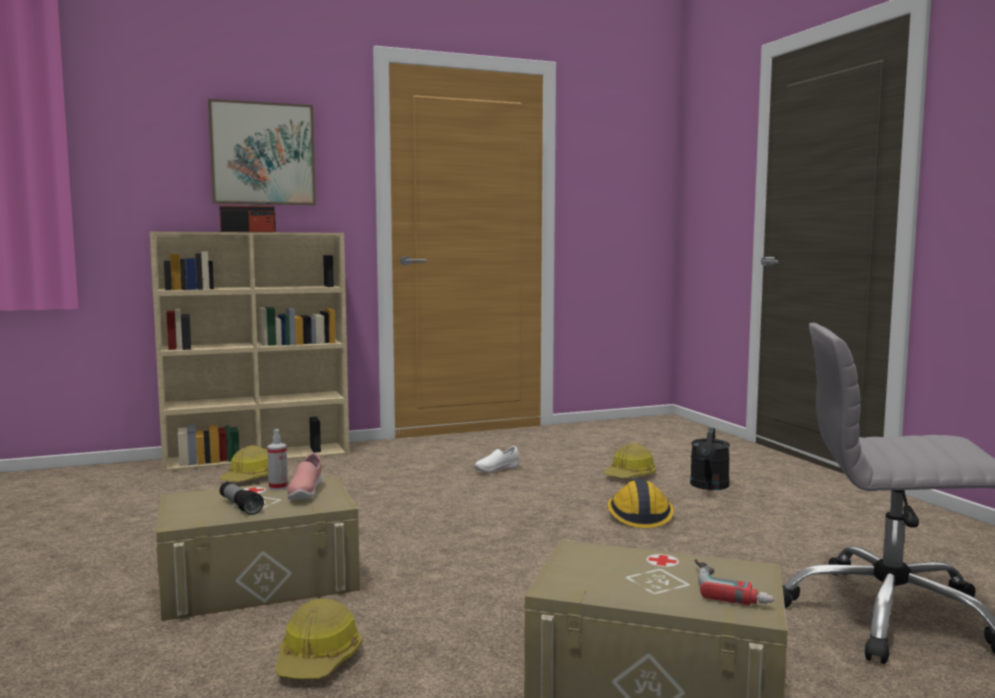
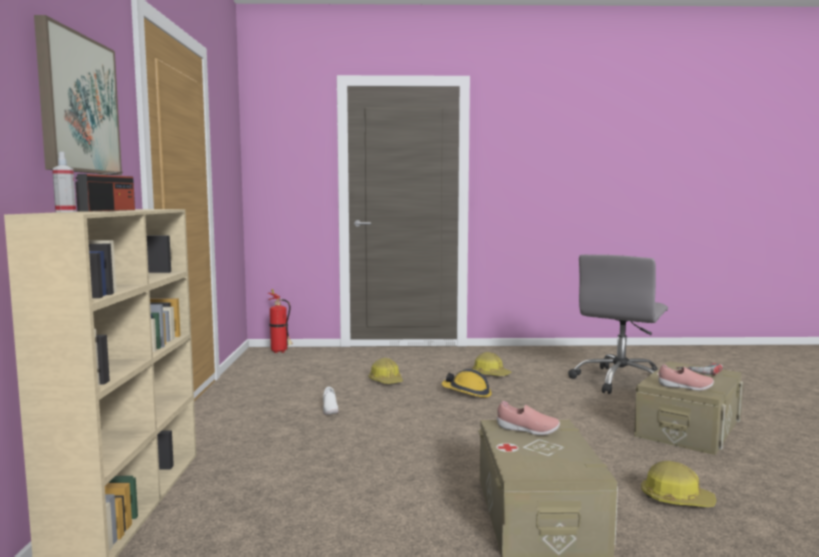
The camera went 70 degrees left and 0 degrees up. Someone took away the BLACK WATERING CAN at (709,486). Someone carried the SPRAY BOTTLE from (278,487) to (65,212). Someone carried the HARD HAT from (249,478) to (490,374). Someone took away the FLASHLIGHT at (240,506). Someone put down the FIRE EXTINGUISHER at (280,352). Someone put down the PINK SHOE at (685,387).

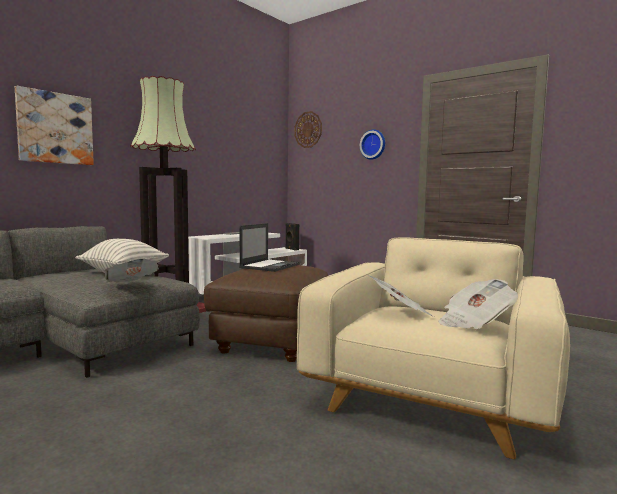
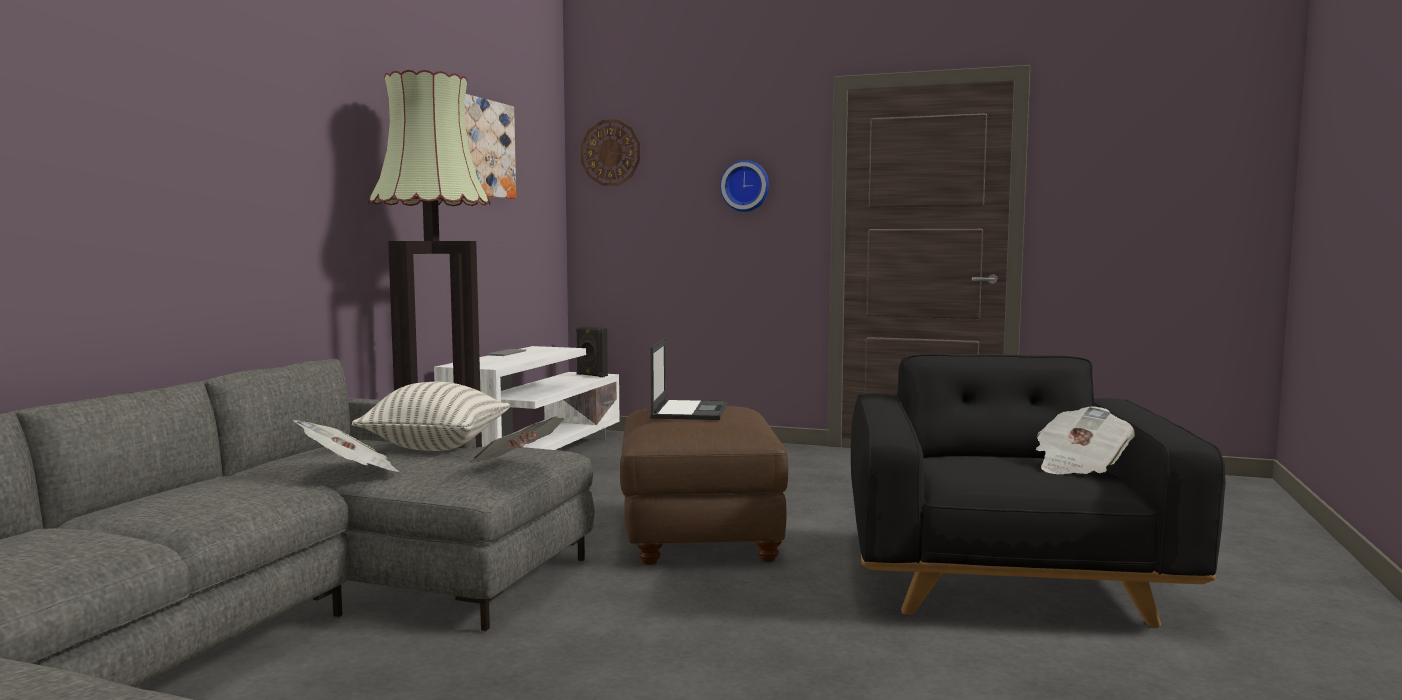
The camera went 20 degrees left and 0 degrees up. Someone carried the PICTURE from (55,128) to (484,148). Someone repainted the BEIGE ARMCHAIR at (431,396), which became the BLACK ARMCHAIR at (1005,577). Someone carried the NEWSPAPER from (400,313) to (350,472).

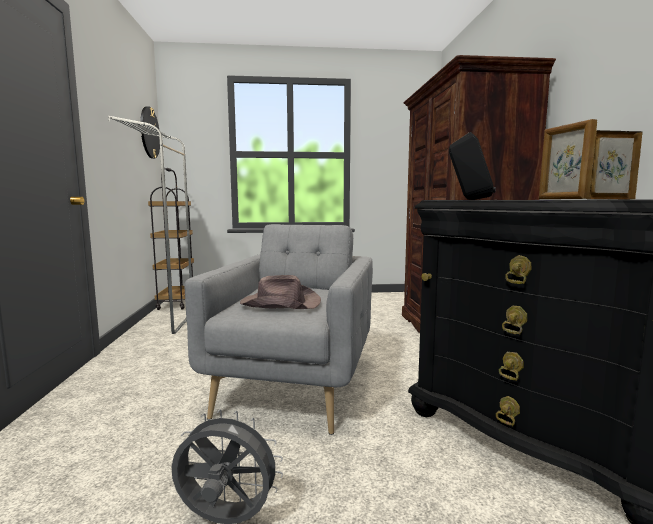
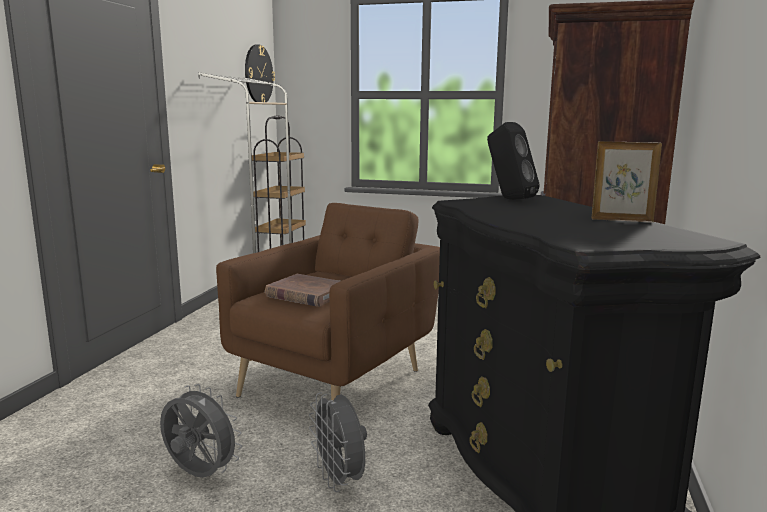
The camera went 20 degrees right and 5 degrees up. Someone took away the PICTURE FRAME at (561,199). Someone repainted the GREY ARMCHAIR at (295,384), which became the BROWN ARMCHAIR at (338,379). Someone swapped the BROWN HAT at (280,303) for the BROWN BOOK at (306,294). Someone put down the GREY FAN at (340,481).

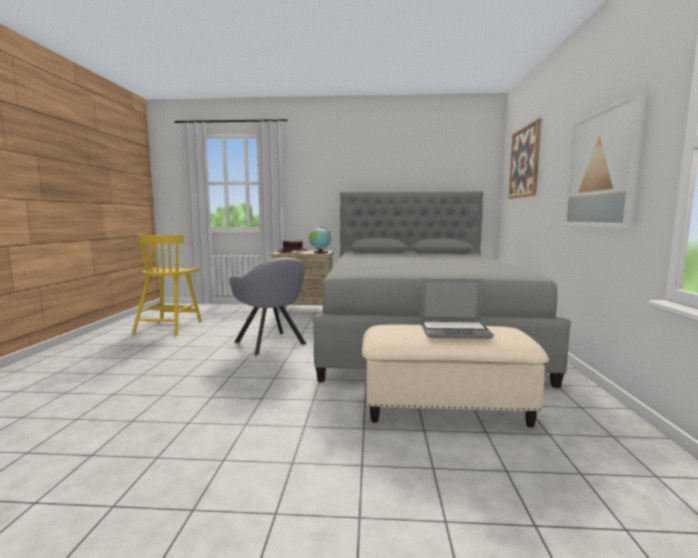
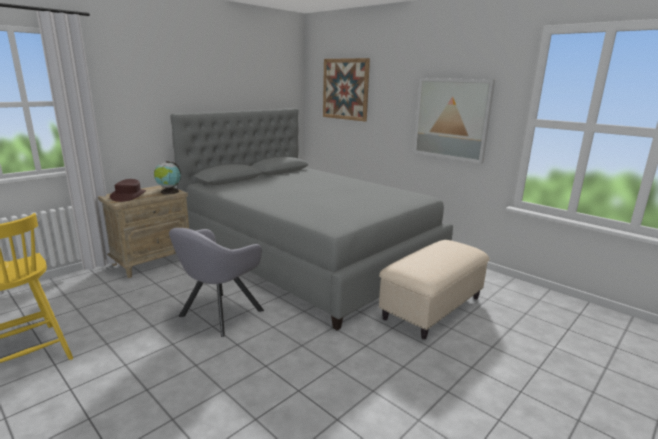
The camera went 50 degrees left and 10 degrees up. Someone rotated the GREY ARMCHAIR at (271,344) by 120 degrees clockwise. Someone took away the LAPTOP at (455,331).

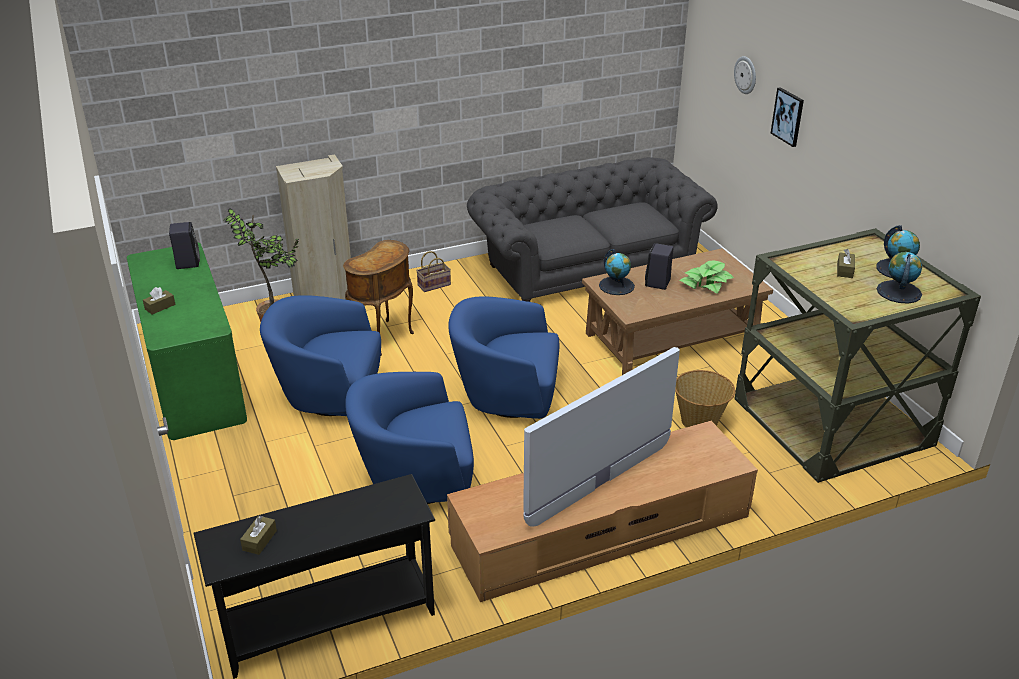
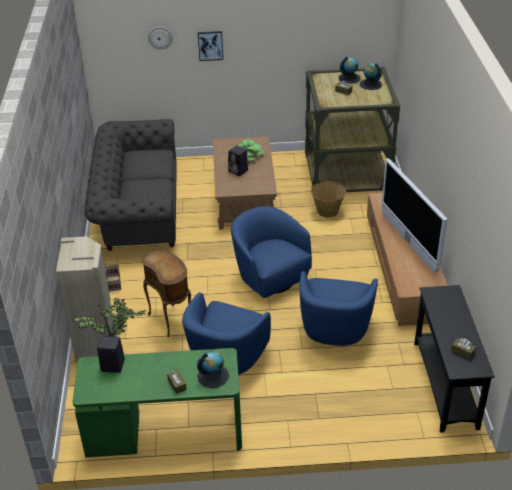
The camera went 70 degrees left and 5 degrees up. Someone carried the GLOBE from (616,286) to (213,376). Someone rotated the BLUE ARMCHAIR at (506,396) by 120 degrees clockwise.

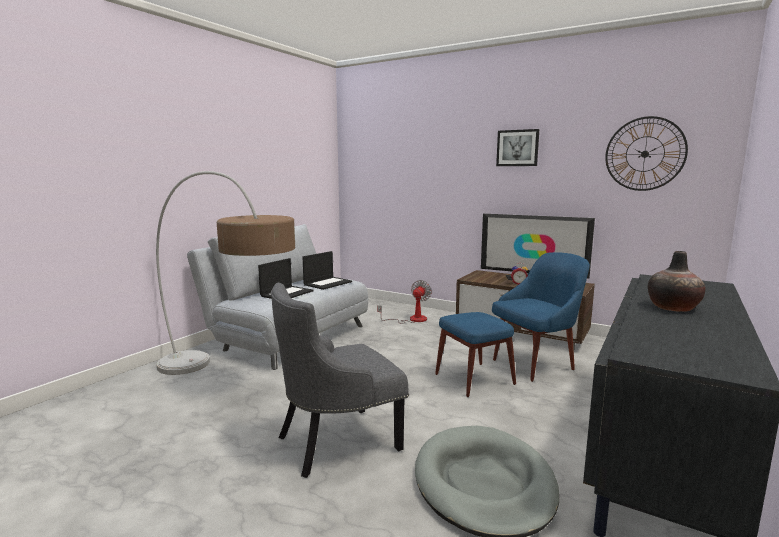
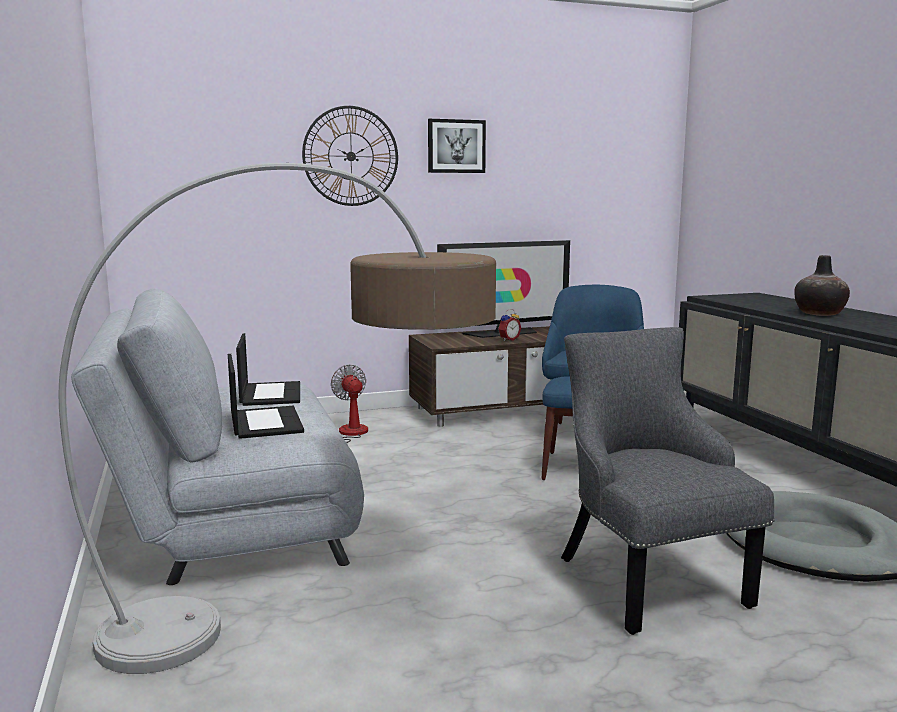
The camera went 50 degrees left and 0 degrees up. Someone carried the WALL CLOCK from (645,154) to (351,156). Someone rotated the GREY ARMCHAIR at (339,441) by 150 degrees clockwise.

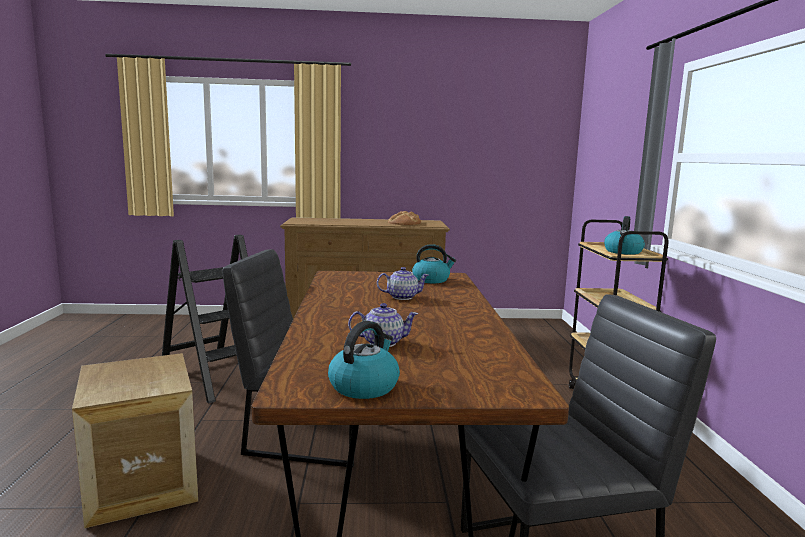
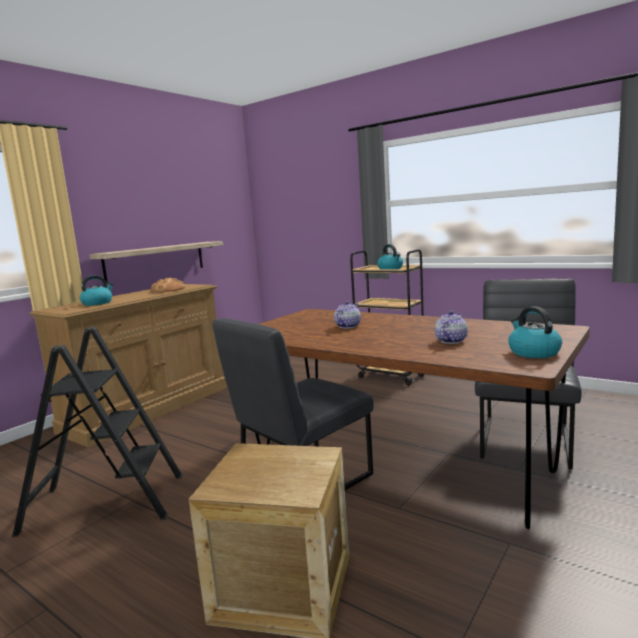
The camera went 50 degrees left and 0 degrees up. Someone carried the KETTLE from (431,280) to (97,303). Someone put up the SHELF at (156,261).

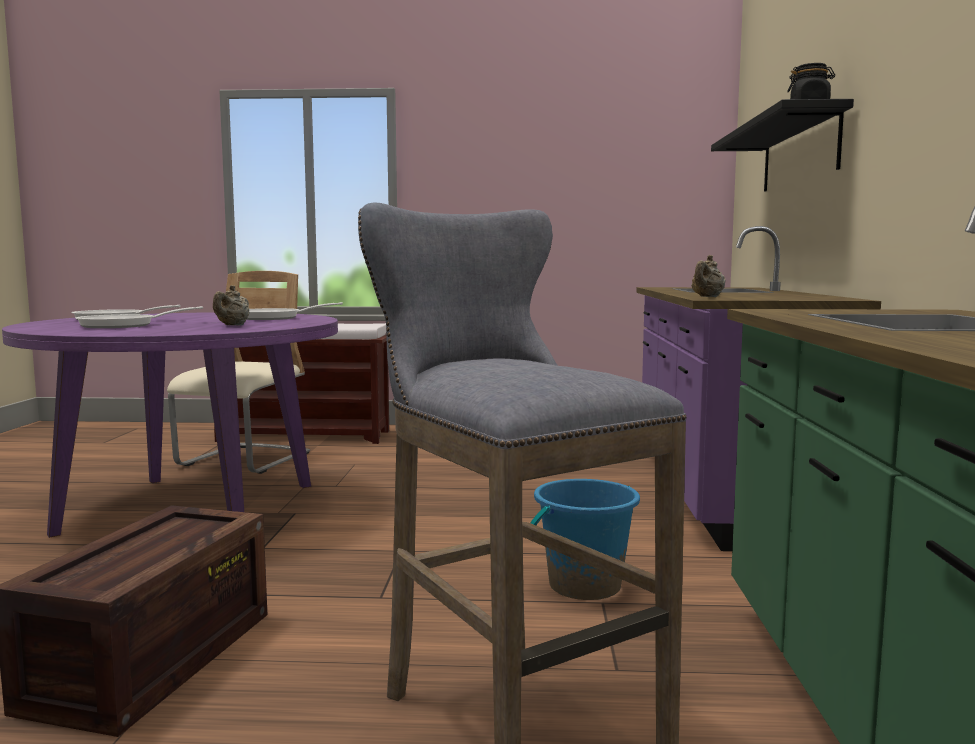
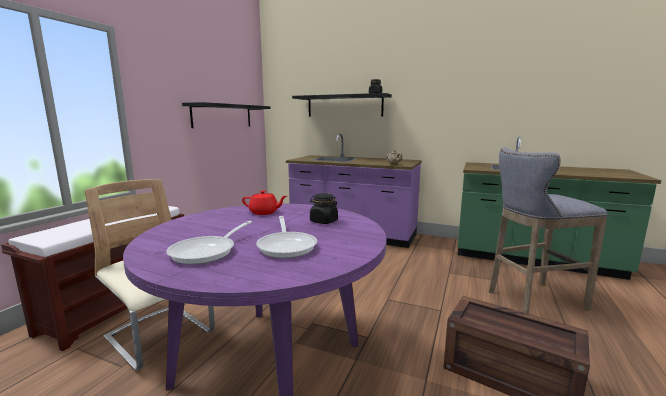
The camera went 70 degrees left and 5 degrees up. Someone swapped the BEIGE TEAPOT at (232,326) for the BLACK JAR at (323,221). Someone swapped the FRYING PAN at (274,318) for the RED TEAPOT at (264,212). Someone took away the BLUE BUCKET at (584,585). Someone put up the BLACK SHELF at (222,116).

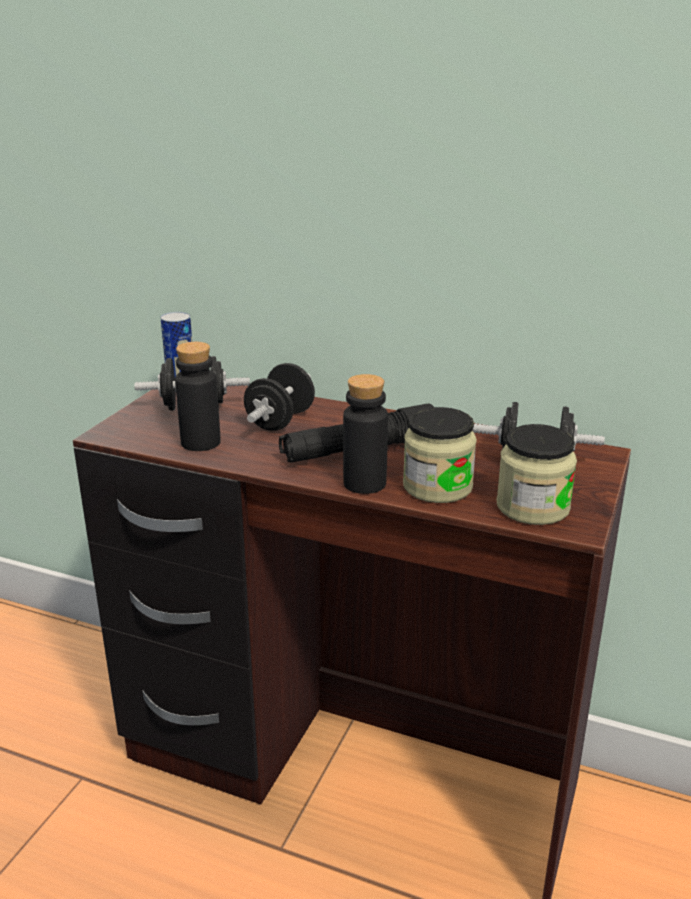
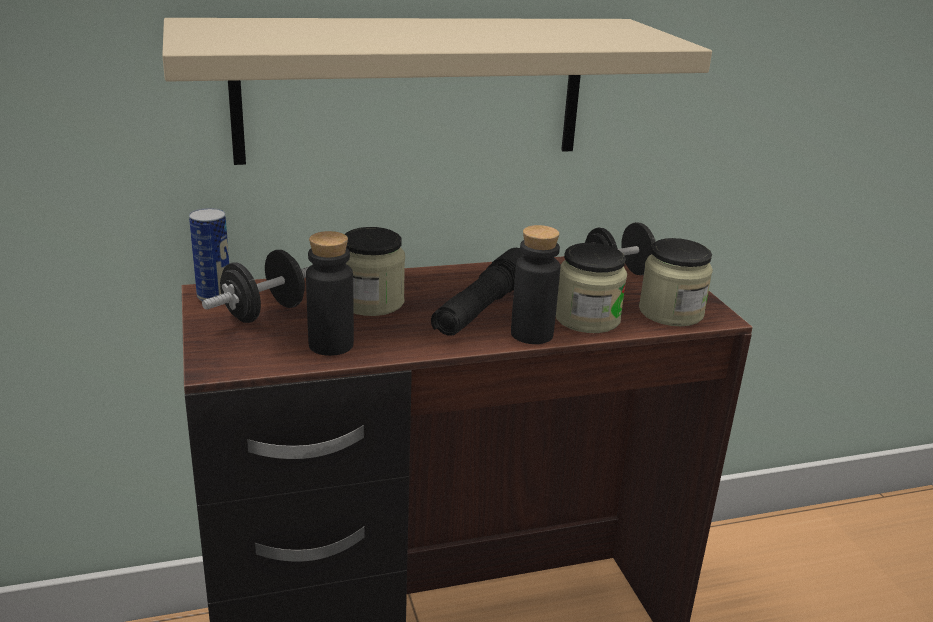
The camera went 40 degrees left and 0 degrees up. Someone swapped the BLACK DUMBBELL at (280,421) for the JAR at (371,302). Someone put up the BEIGE SHELF at (412,89).

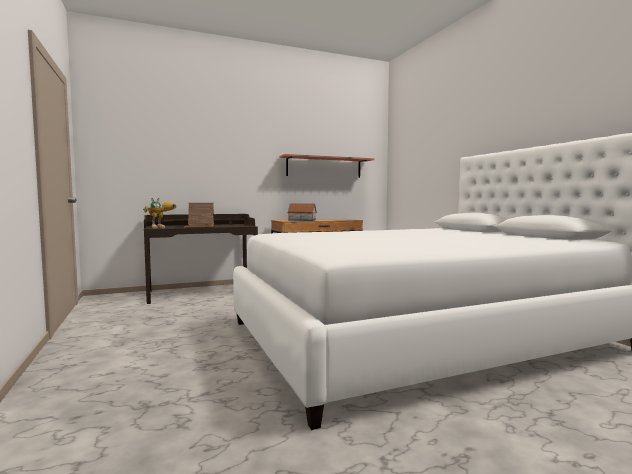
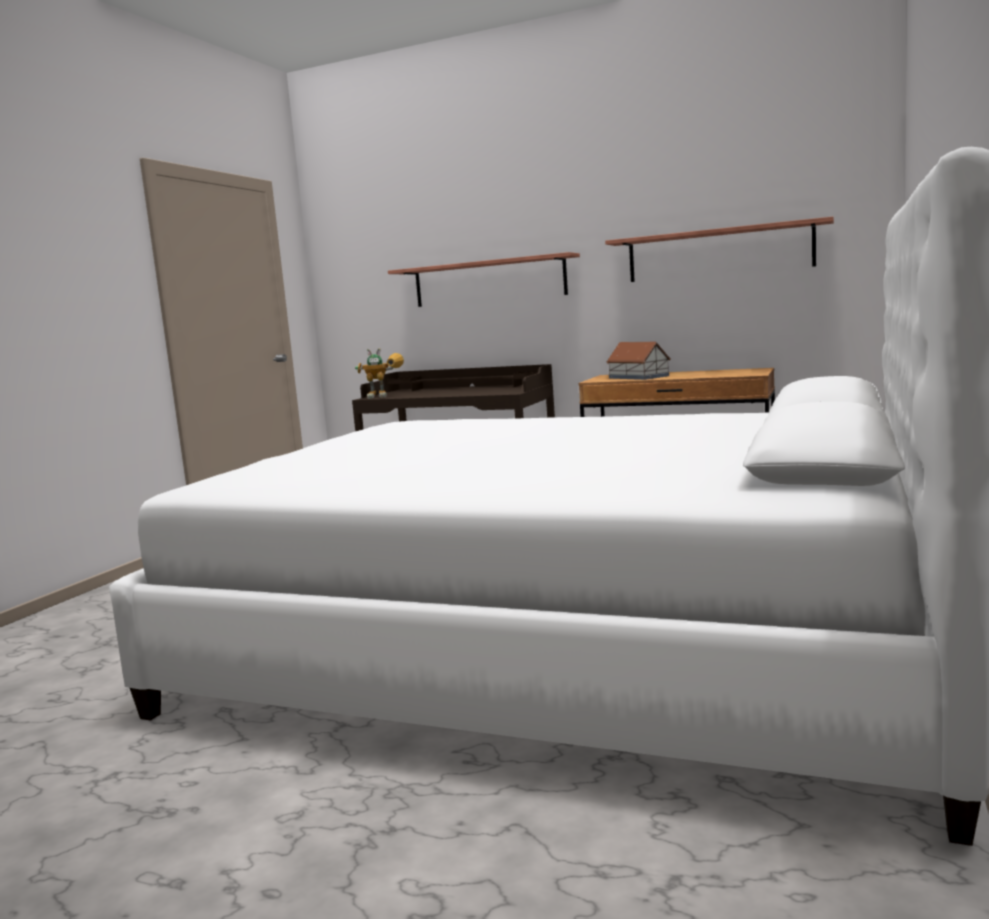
The camera went 45 degrees right and 5 degrees up. Someone took away the TOY HOUSE at (199,226). Someone put up the SHELF at (489,281).

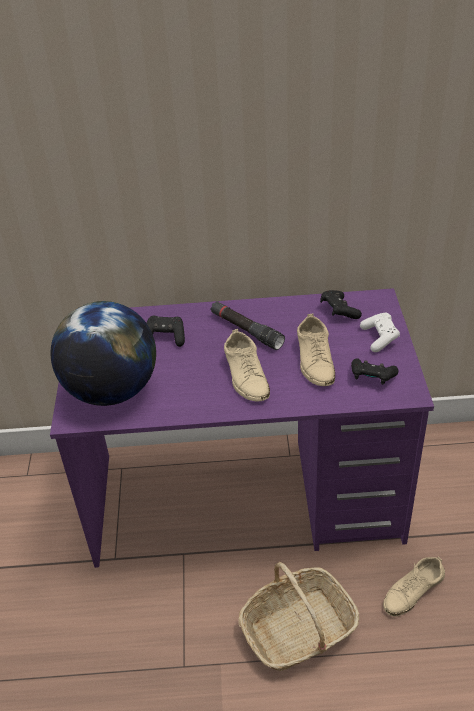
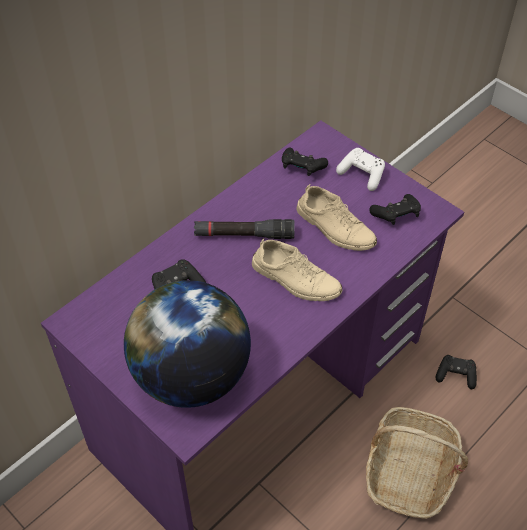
The camera went 45 degrees left and 10 degrees up. Someone swapped the BEIGE SHOE at (413,591) for the BLACK GAME CONTROLLER at (455,375).

